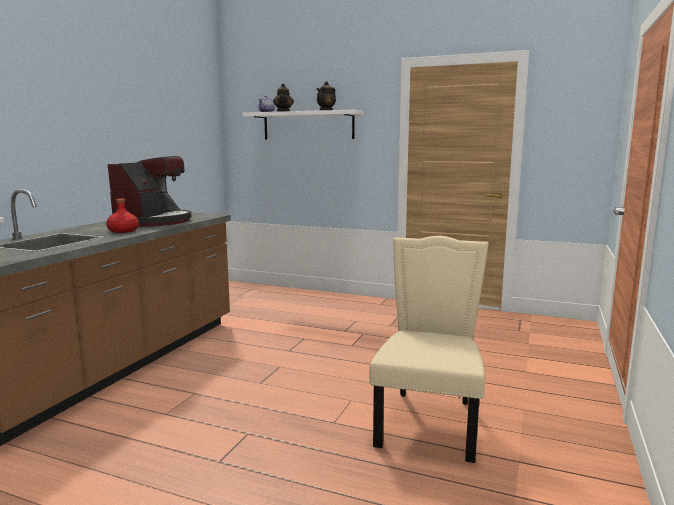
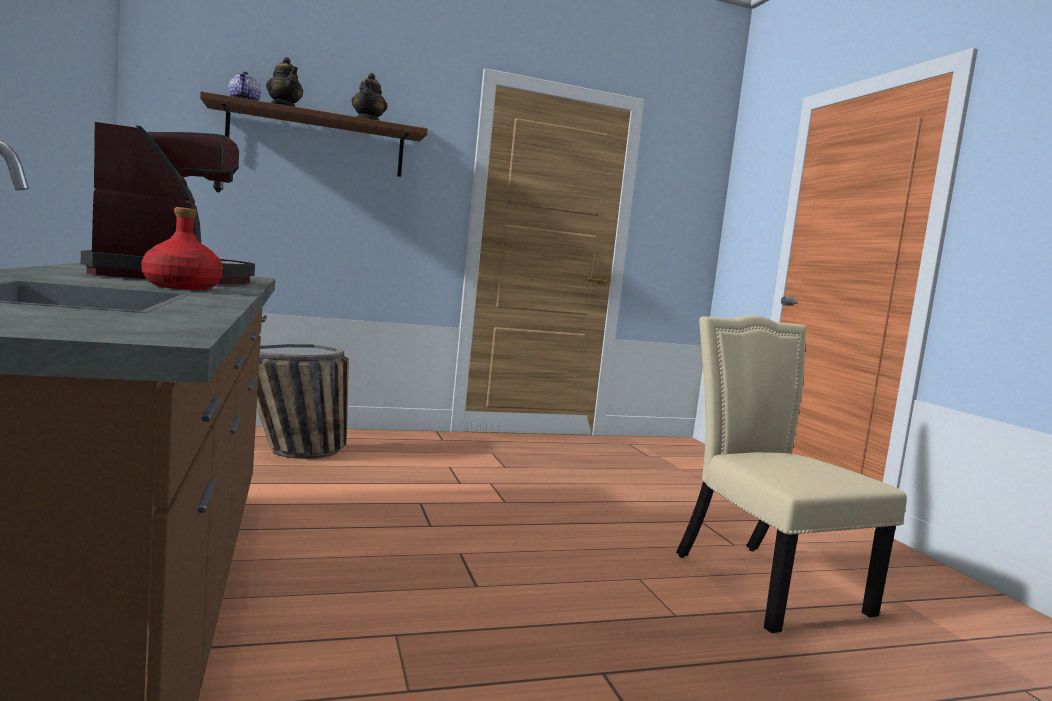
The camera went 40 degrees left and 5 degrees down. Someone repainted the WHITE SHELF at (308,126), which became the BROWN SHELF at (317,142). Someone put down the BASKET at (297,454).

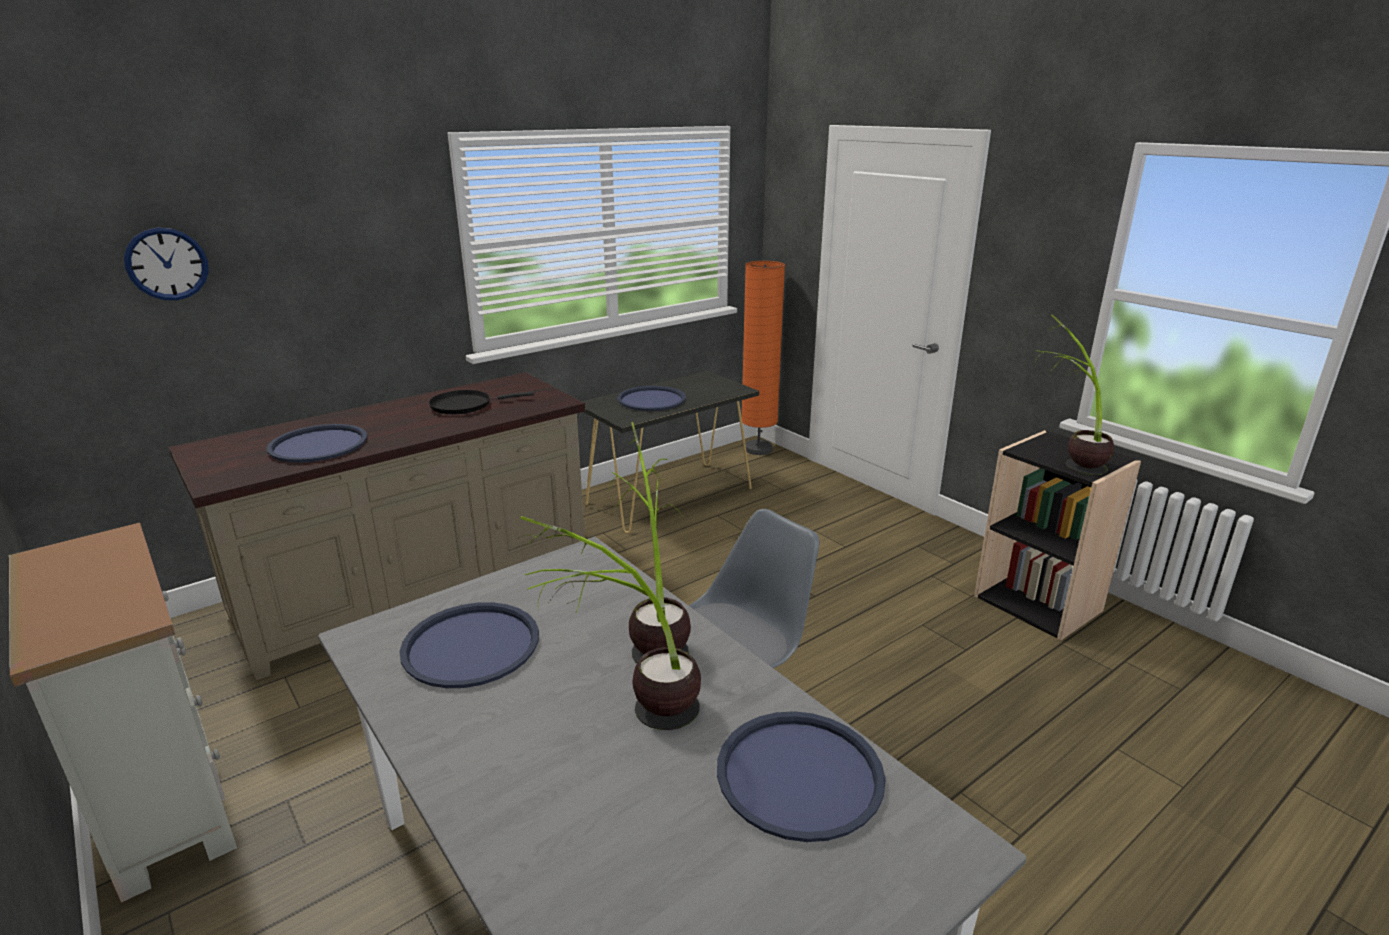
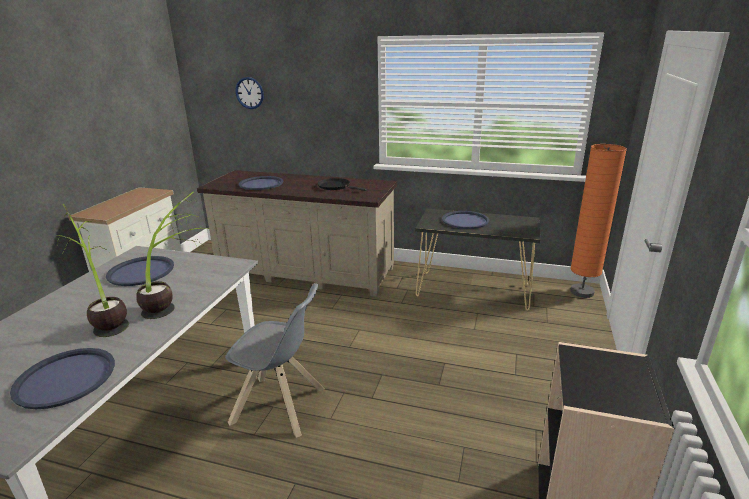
The camera went 55 degrees right and 0 degrees up. Someone took away the POTTED PLANT at (1068,457).

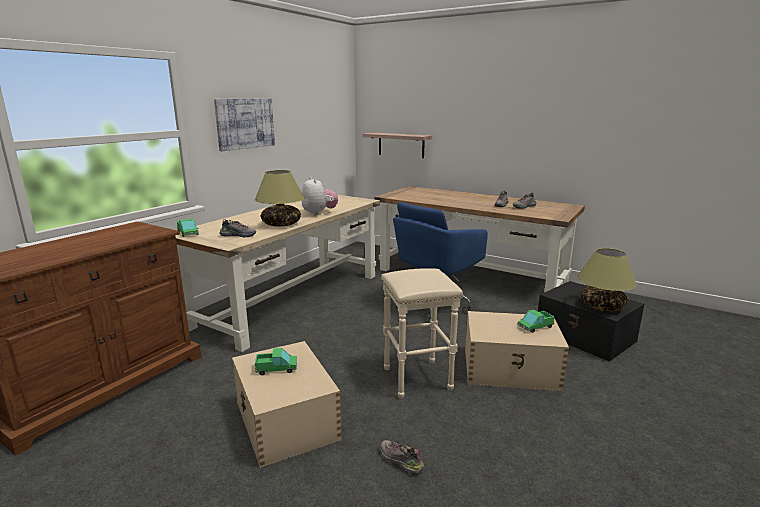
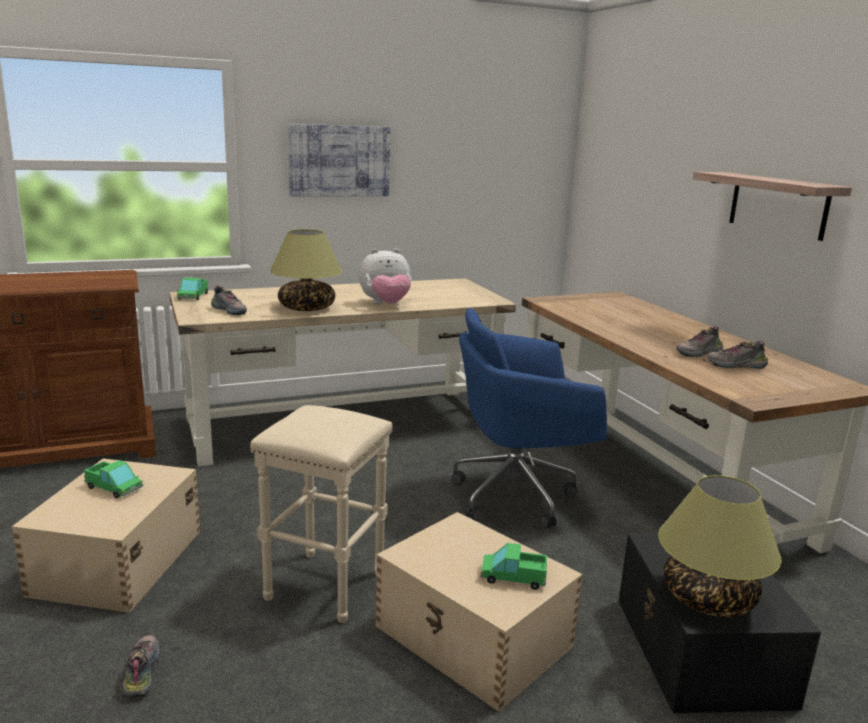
The camera went 35 degrees right and 0 degrees up. Someone carried the SHELF from (401,145) to (778,205). Someone rotated the PLUSH TOY at (319,213) by 60 degrees clockwise.

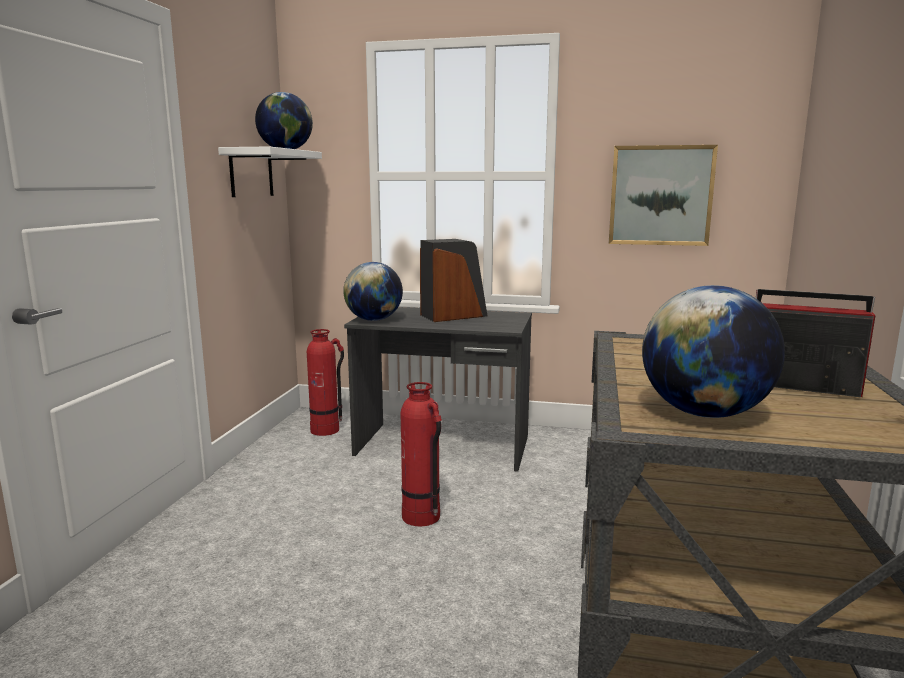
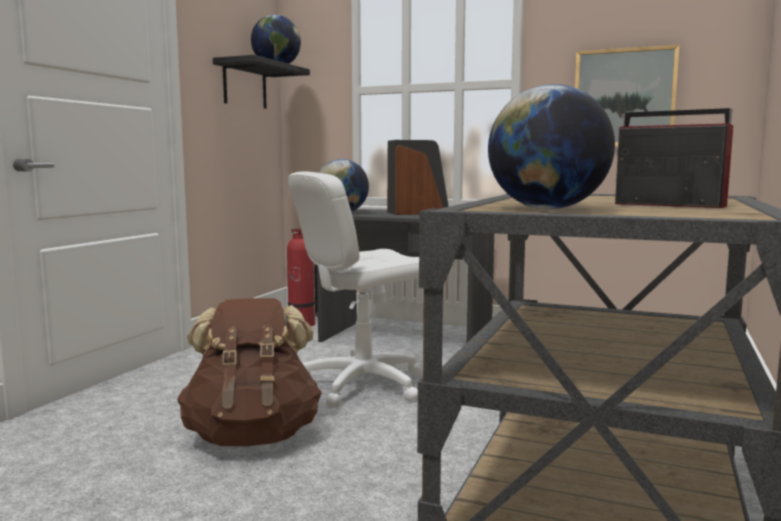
The camera went 10 degrees right and 5 degrees down. Someone repainted the WHITE SHELF at (251,173), which became the BLACK SHELF at (245,85). Someone swapped the FIRE EXTINGUISHER at (421,517) for the WHITE OFFICE CHAIR at (362,384). Someone put down the BROWN BACKPACK at (252,436).

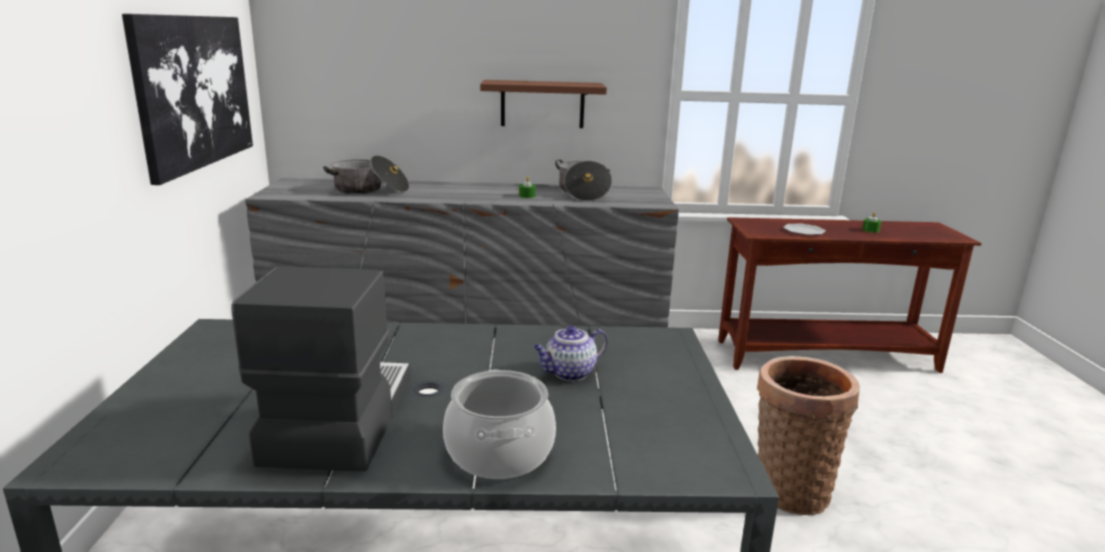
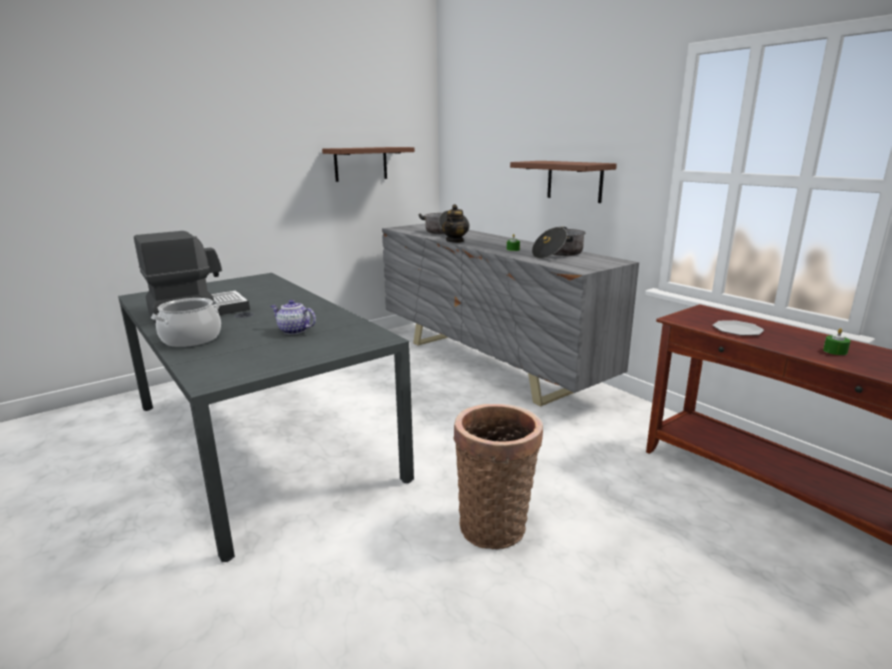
The camera went 55 degrees right and 0 degrees up. Someone swapped the PICTURE at (194,91) for the BROWN SHELF at (360,164). Someone put down the TEAPOT at (455,241).

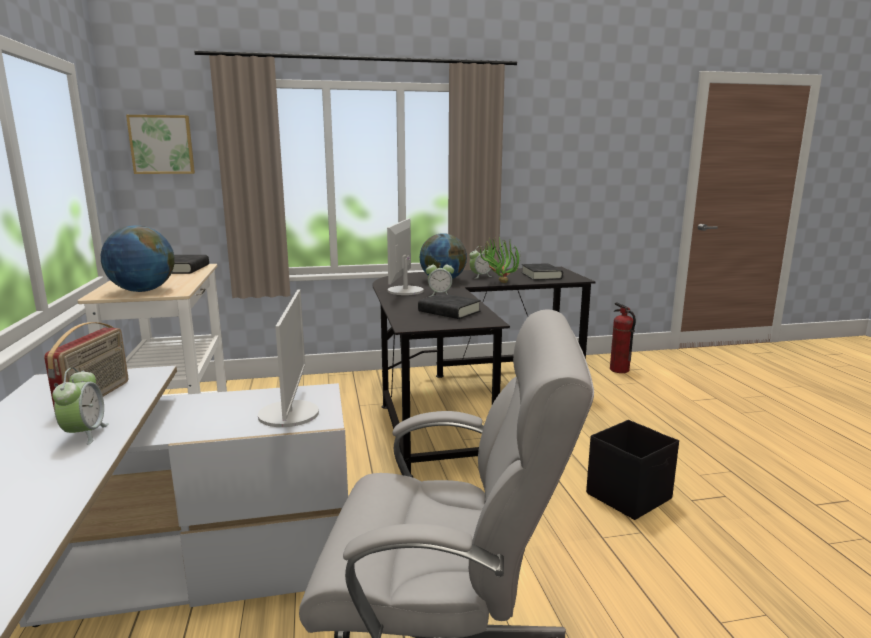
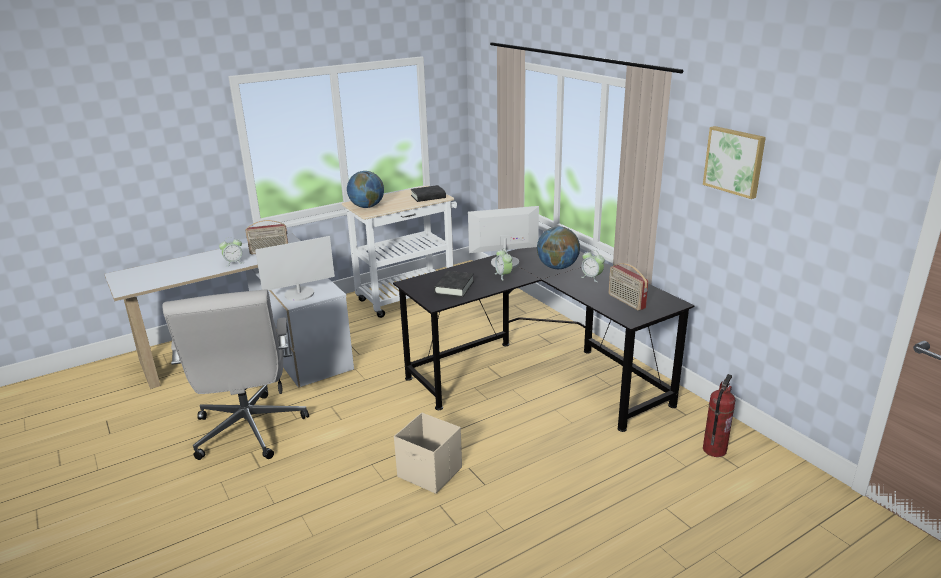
The camera went 70 degrees right and 10 degrees up. Someone carried the PICTURE from (162,144) to (735,161). Someone took away the POTTED PLANT at (499,282). Someone swapped the BLACK BOOK at (541,276) for the RADIO at (626,301). Someone repainted the BLACK STORAGE BOX at (629,496), which became the BEIGE STORAGE BOX at (430,473).

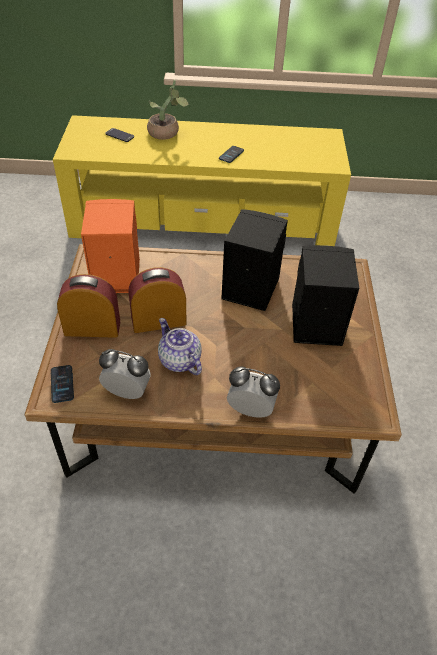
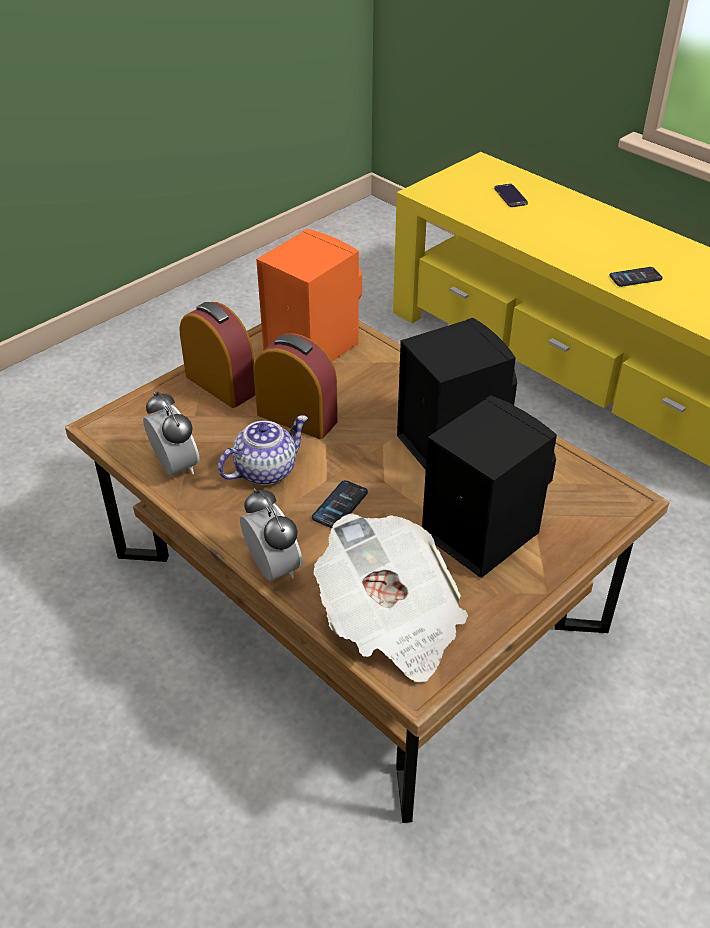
The camera went 45 degrees right and 5 degrees down. Someone took away the POTTED PLANT at (166,134). Someone rotated the TEAPOT at (179,360) by 45 degrees clockwise. Someone carried the PHONE from (62,384) to (340,505). Someone put down the NEWSPAPER at (391,621).

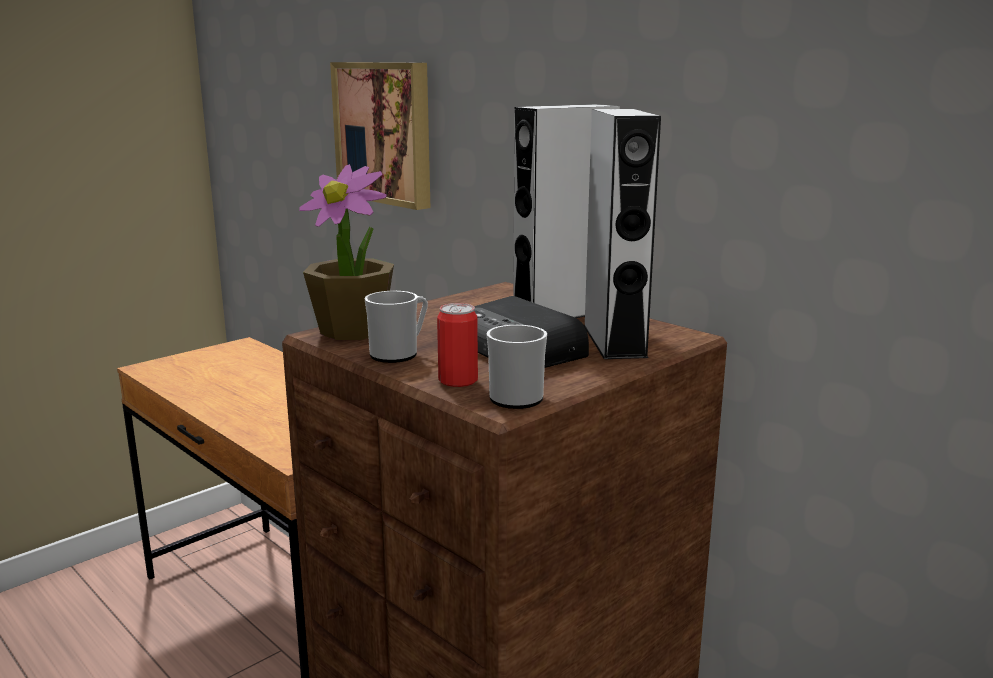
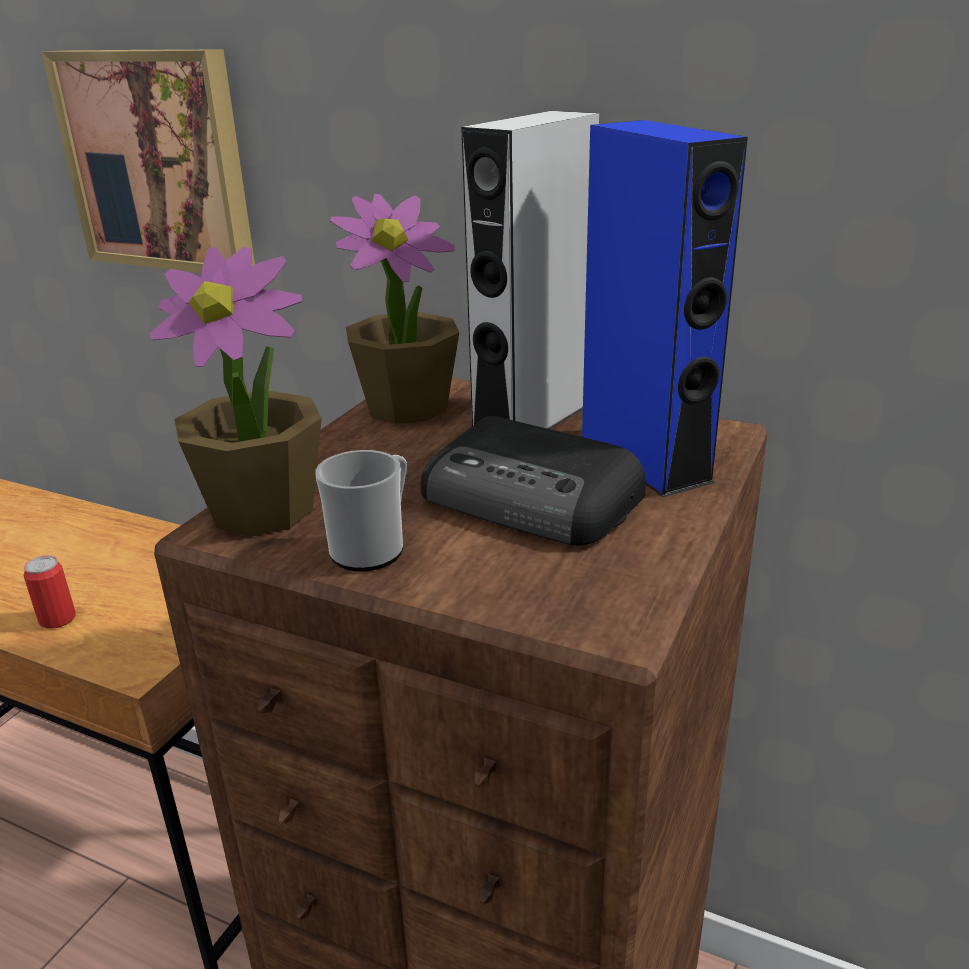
The camera went 20 degrees left and 10 degrees up. Someone repainted the GREY SPEAKER at (614,340), which became the BLUE SPEAKER at (643,458). Someone carried the CAN from (458,380) to (57,619). Someone took away the MUG at (519,396). Someone put down the POTTED PLANT at (407,407).

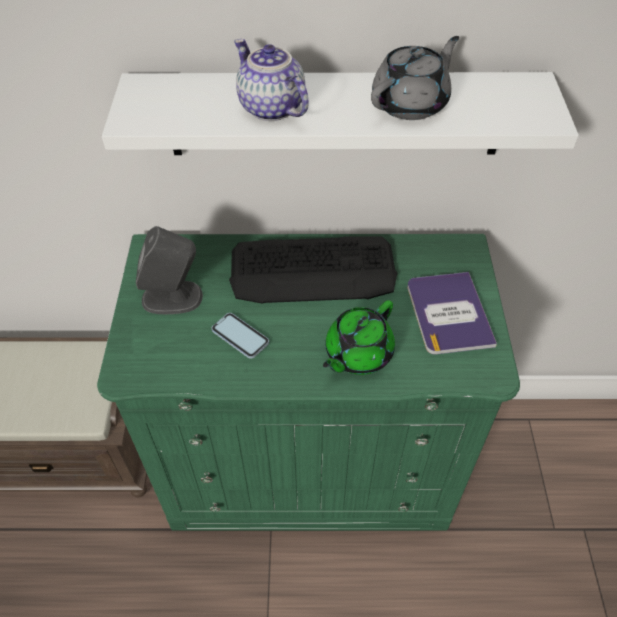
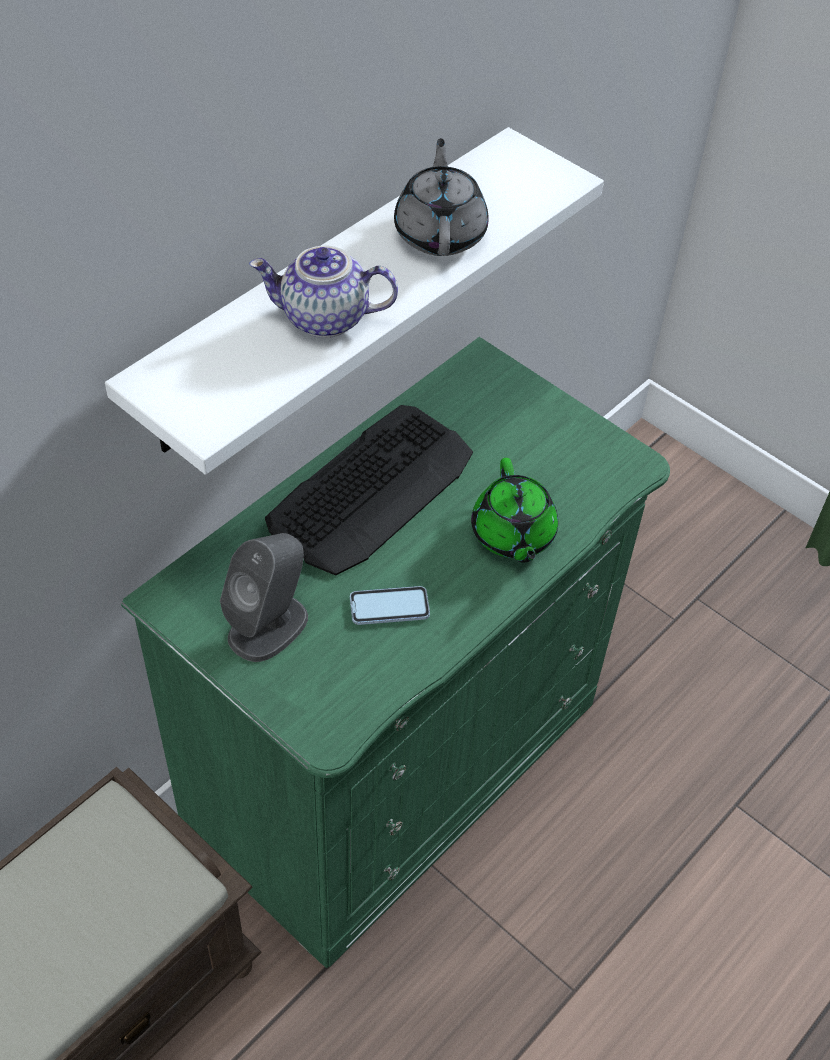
The camera went 50 degrees left and 0 degrees up. Someone took away the BOOK at (448,313).

